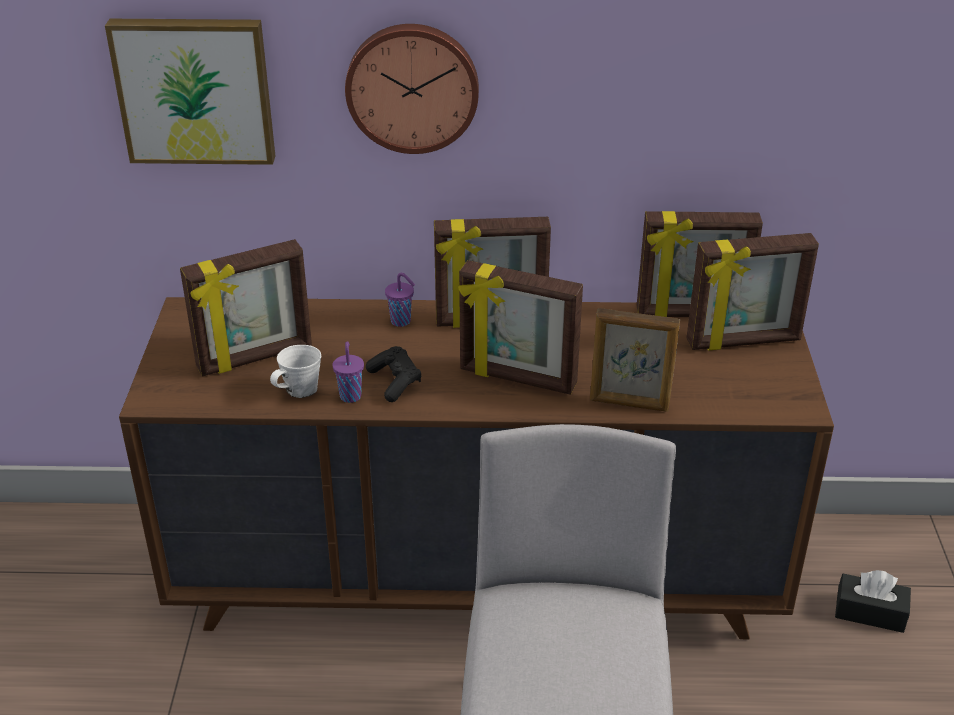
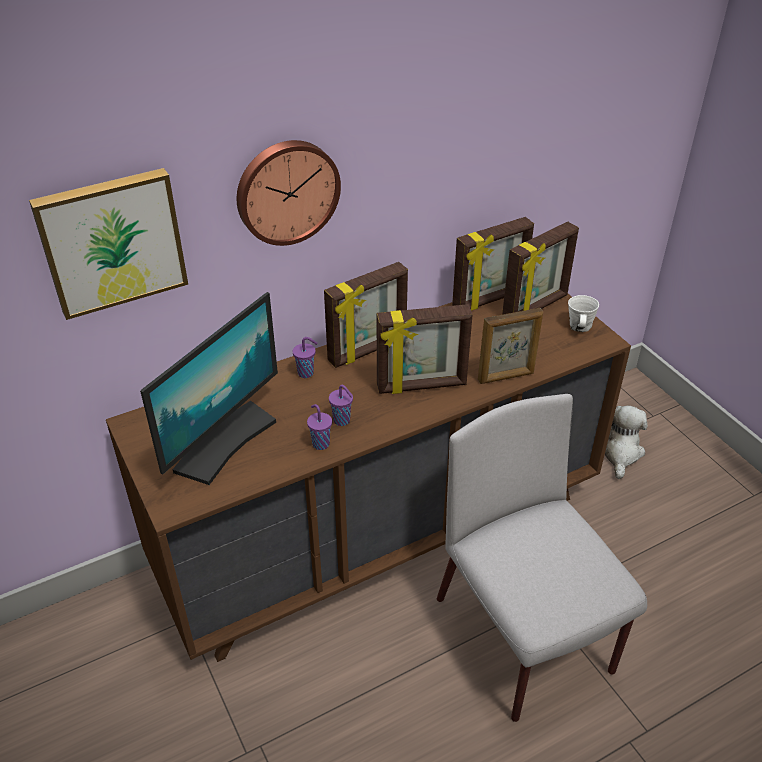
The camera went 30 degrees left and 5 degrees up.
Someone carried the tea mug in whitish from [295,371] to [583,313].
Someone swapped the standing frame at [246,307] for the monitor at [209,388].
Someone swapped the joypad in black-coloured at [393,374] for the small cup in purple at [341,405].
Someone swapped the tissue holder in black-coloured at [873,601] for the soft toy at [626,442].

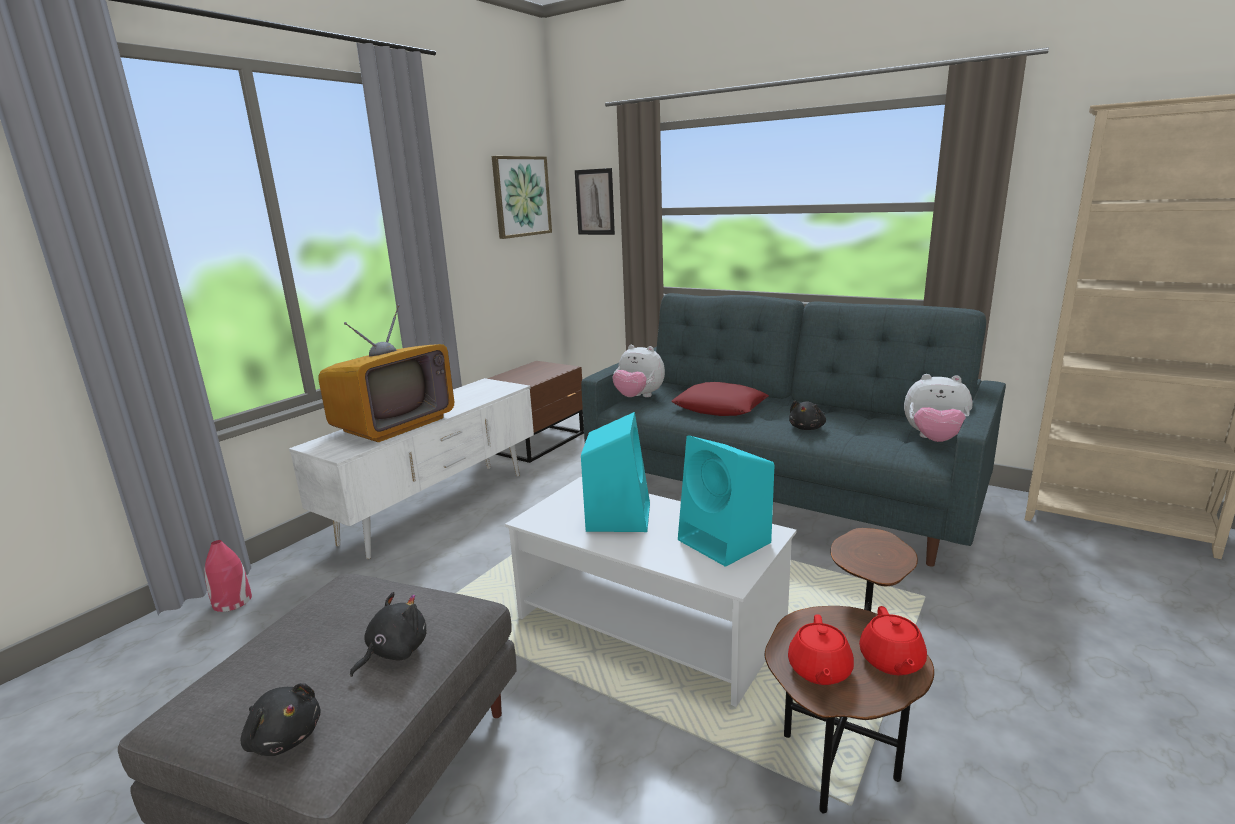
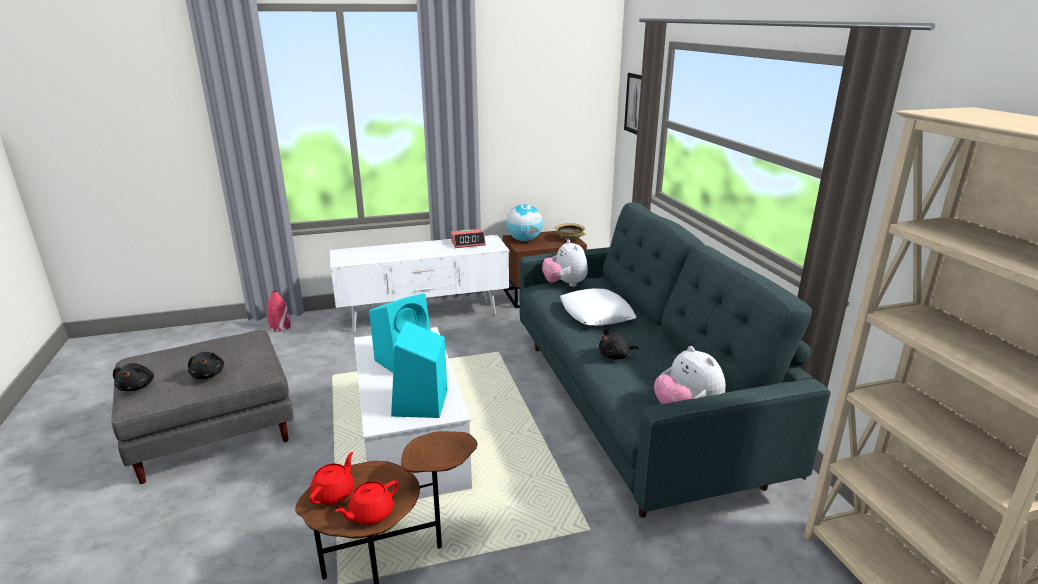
The camera went 40 degrees right and 5 degrees up.
Someone took away the television at [386,373].
Someone took away the wall art at [522,197].
Someone put down the bedside clock at [468,238].
Someone put down the world globe at [524,222].
Someone put down the deep dish in beige at [570,232].
Someone repainted the cushion in red at [720,399], which became the cushion in whitish at [598,307].
Someone rotated the soft toy in black-coloured at [388,634] by 75 degrees clockwise.
Someone rotated the pot for tea in red at [821,649] by 150 degrees clockwise.

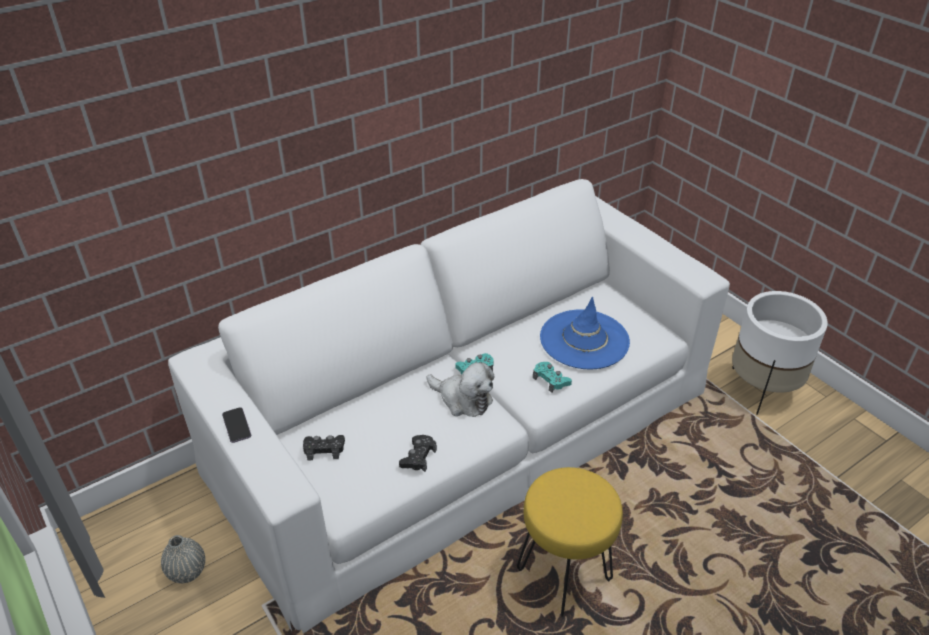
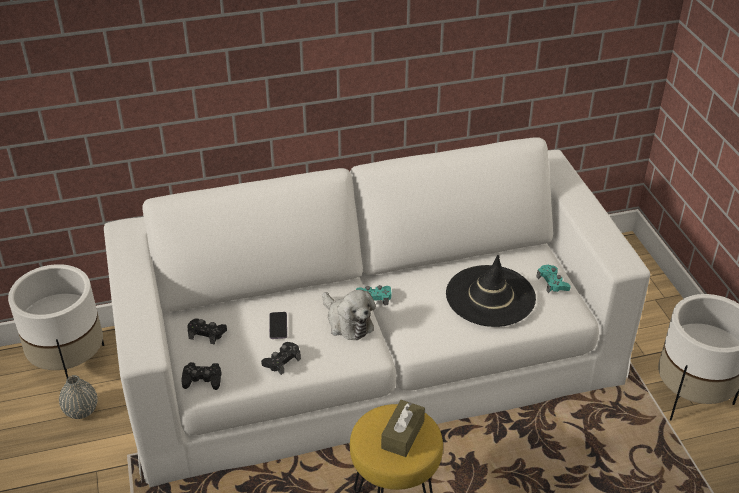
The camera went 20 degrees right and 0 degrees up.
Someone put down the flower pot in whitish at [56,321].
Someone put down the joypad in black-coloured at [201,376].
Someone put down the tissue holder in brown at [403,428].
Someone carried the telephone from [236,425] to [278,325].
Someone carried the joypad in turquoise from [552,377] to [553,279].
Someone repainted the wearable hat in blue at [585,333], which became the wearable hat in black-coloured at [491,291].

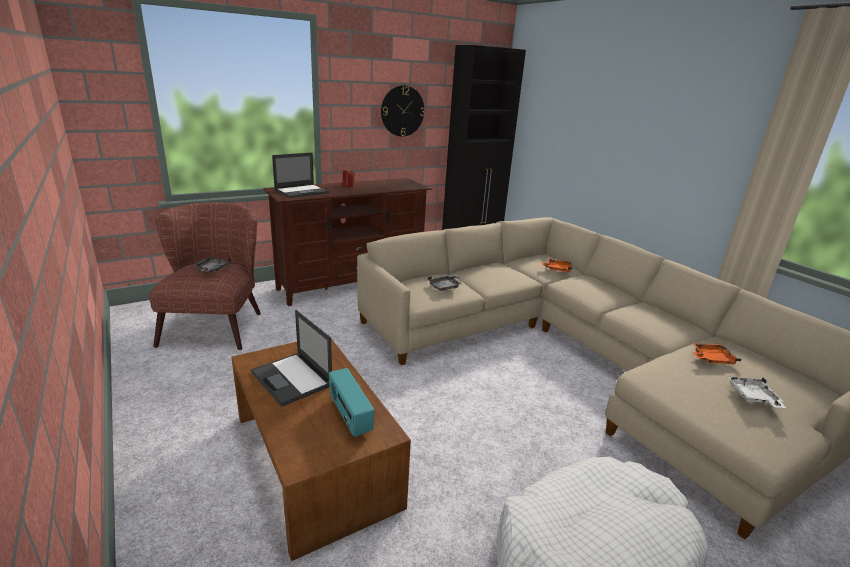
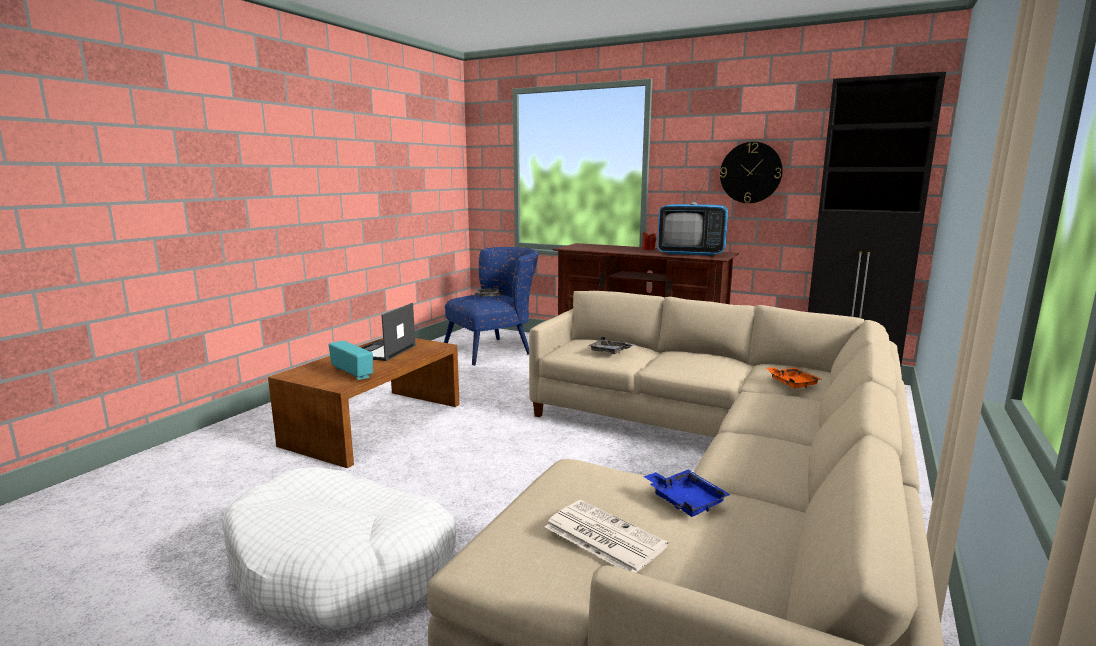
The camera went 60 degrees right and 10 degrees down.
Someone took away the notebook computer at [300,175].
Someone put down the television at [692,213].
Someone swapped the carrying tray in whitish at [757,392] for the newspaper at [606,536].
Someone repainted the lounge chair in brown at [204,276], which became the lounge chair in blue at [491,306].
Someone repainted the carrying tray in orange at [716,354], which became the carrying tray in blue at [687,493].
Someone rotated the radio receiver at [352,402] by 105 degrees clockwise.

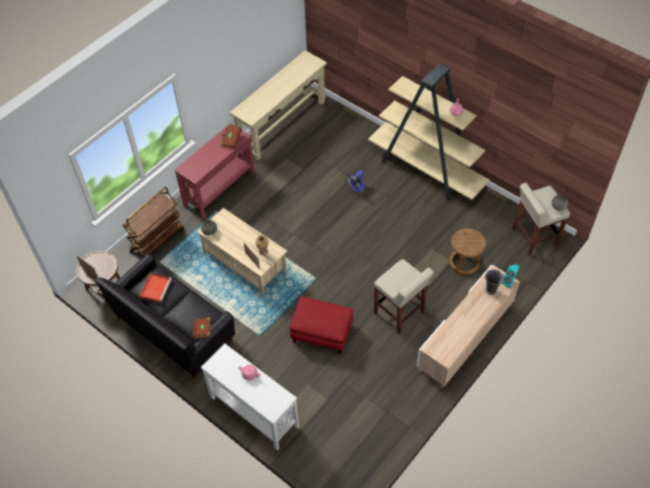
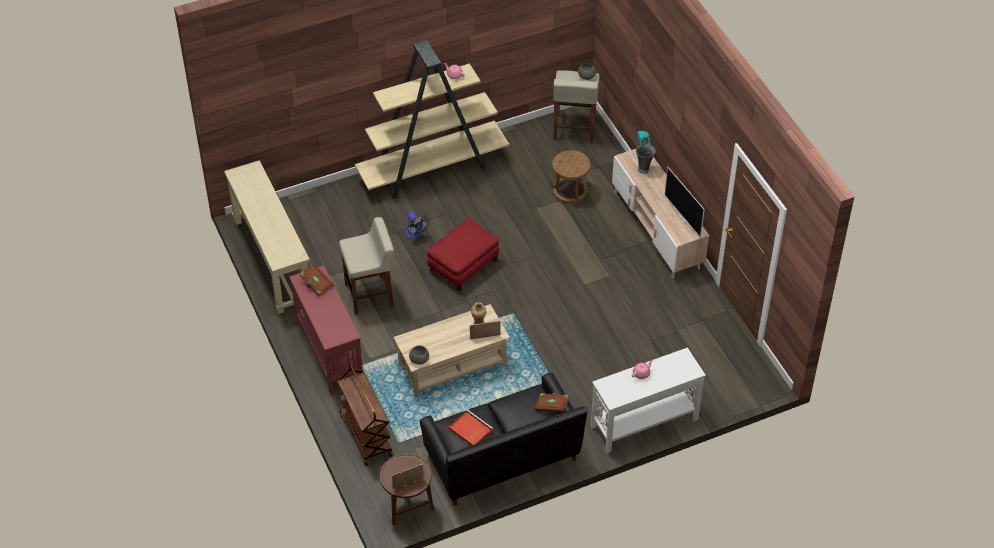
The camera went 65 degrees left and 5 degrees down.
Someone put down the television at [685,202].
Someone carried the footrest in red from [321,325] to [463,254].
Someone carried the stool seat in beige from [404,296] to [366,266].

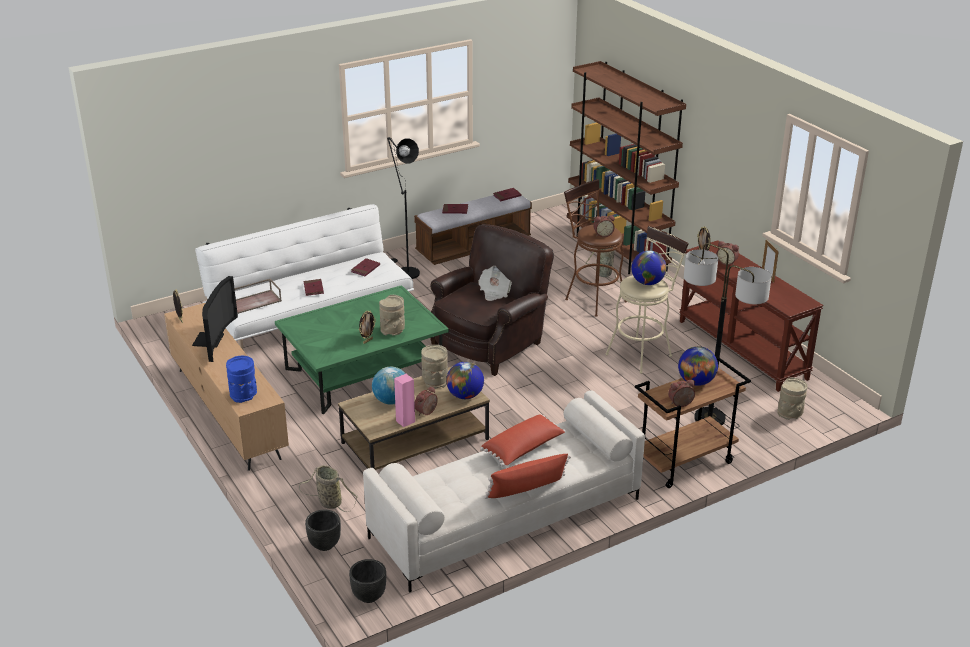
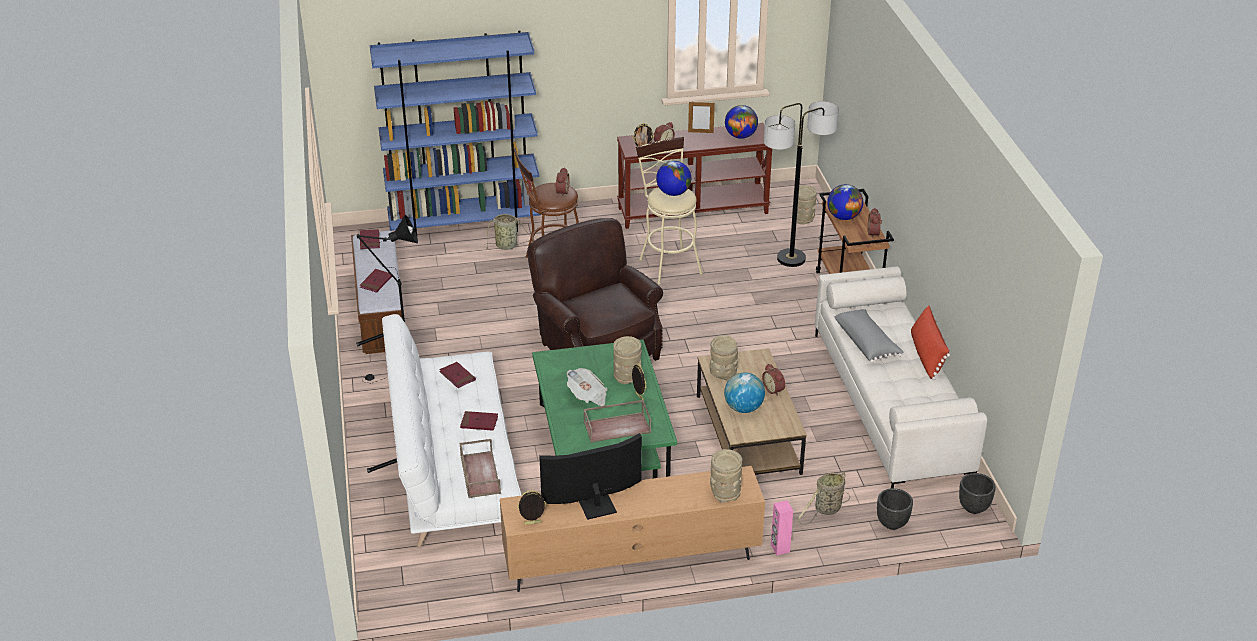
The camera went 70 degrees left and 5 degrees up.
Someone put down the carrying tray in brown at [617,421].
Someone carried the speaker in pinkish from [404,400] to [782,527].
Someone carried the world globe from [465,380] to [741,122].
Someone carried the newspaper from [495,283] to [587,387].
Someone repainted the flower vase in blue at [241,379], which became the flower vase in beige at [726,476].
Someone repainted the cushion in red at [523,441], which became the cushion in greyish at [868,336].
Someone repainted the shelving unit in brown at [626,167], which became the shelving unit in blue at [455,134].
Someone rotated the television at [215,319] by 45 degrees counterclockwise.

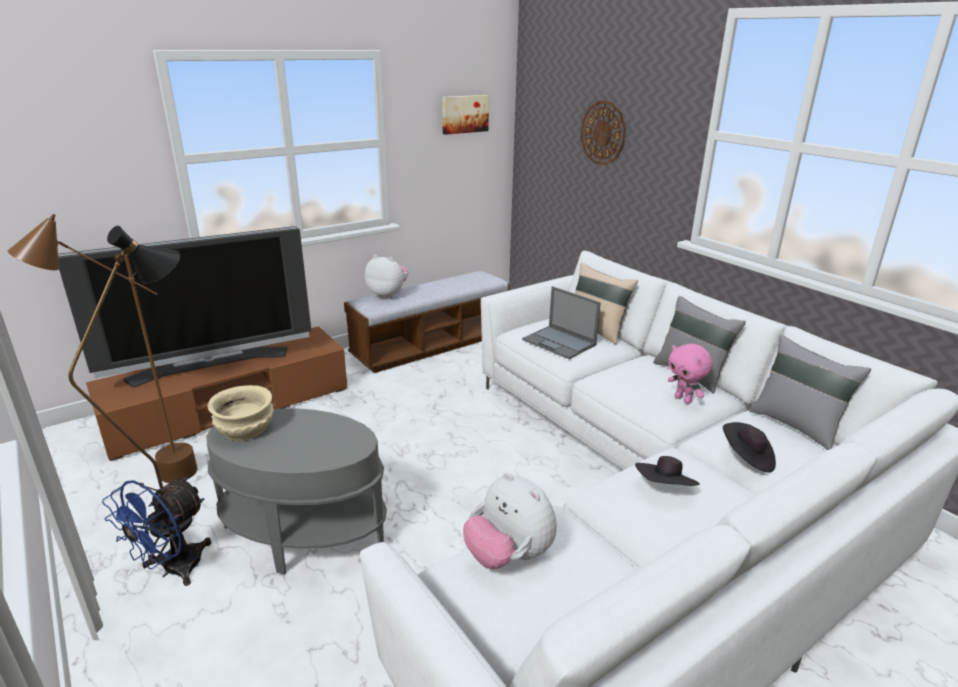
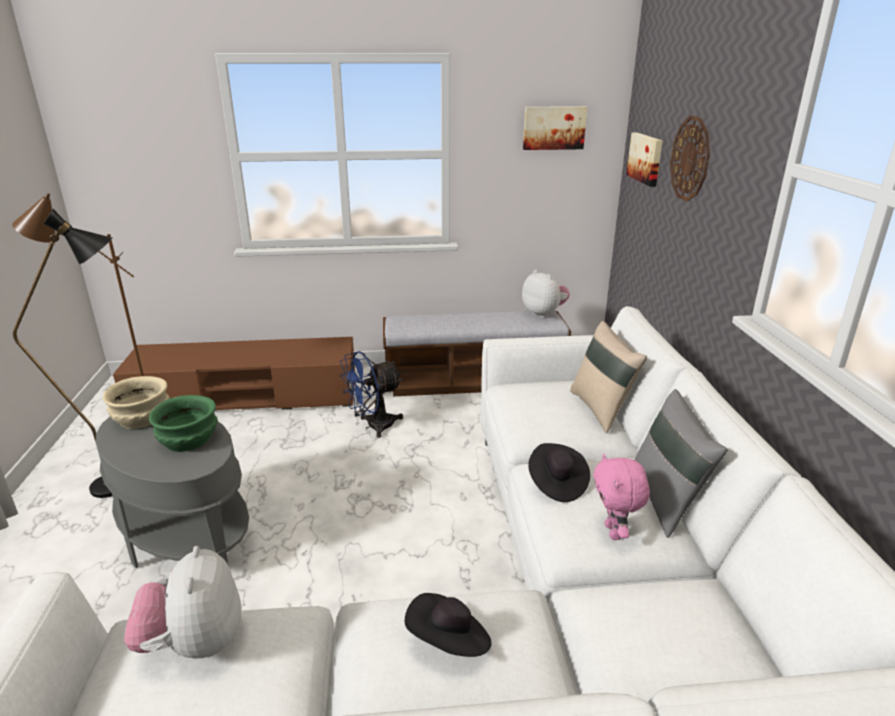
The camera went 30 degrees right and 0 degrees up.
Someone took away the television at [184,306].
Someone took away the notebook computer at [561,322].
Someone took away the cushion in greyish at [810,392].
Someone put down the deep dish in greenish at [183,423].
Someone put up the wall art at [644,159].
Someone carried the cooling fan in blue from [156,531] to [371,394].
Someone carried the soft toy from [386,277] to [546,293].
Someone carried the wearable hat in black-coloured from [749,447] to [559,472].

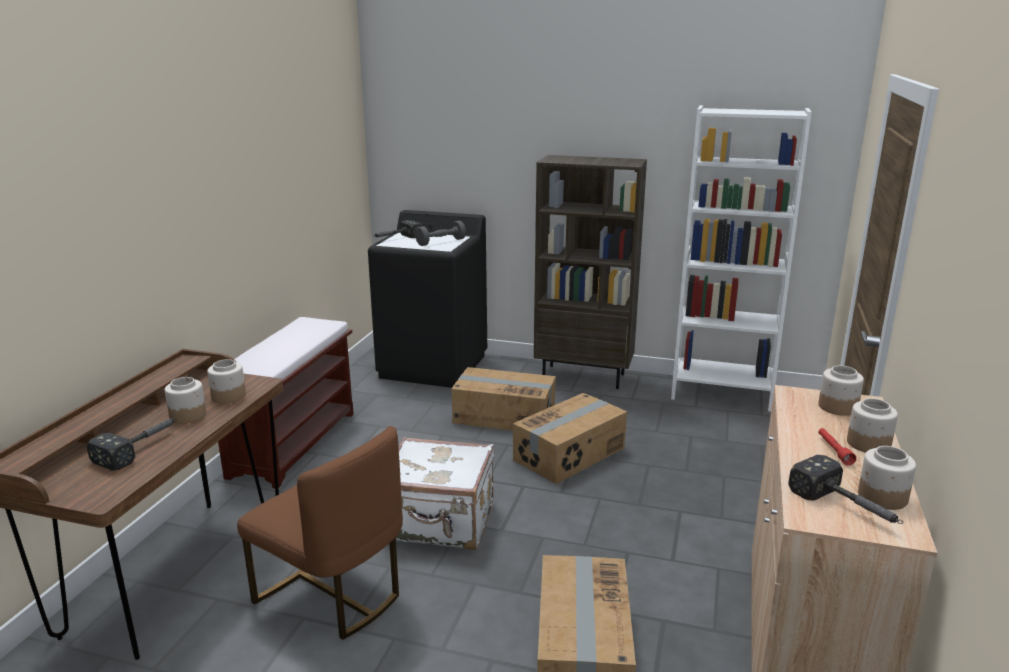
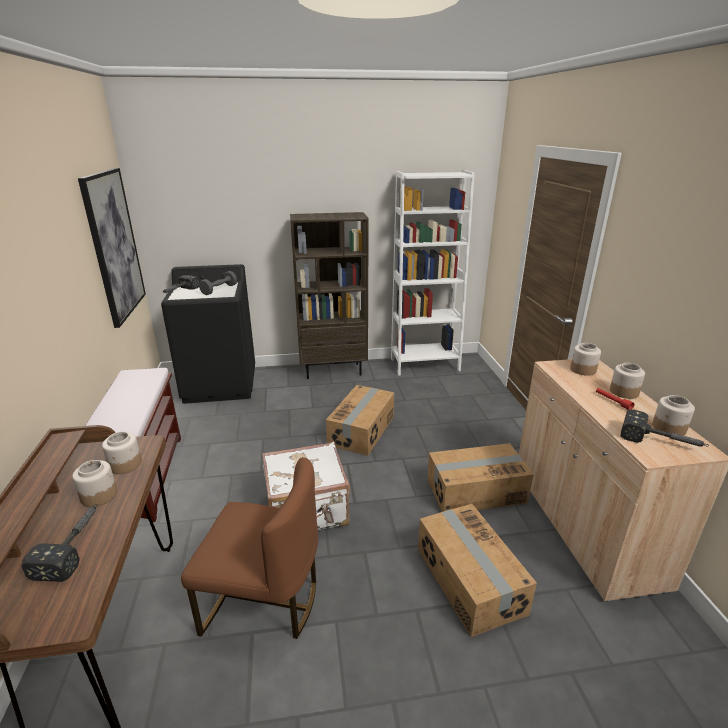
The camera went 25 degrees left and 5 degrees up.
Someone put up the wall art at [112,248].
Someone carried the cardboard box from [503,399] to [481,477].

